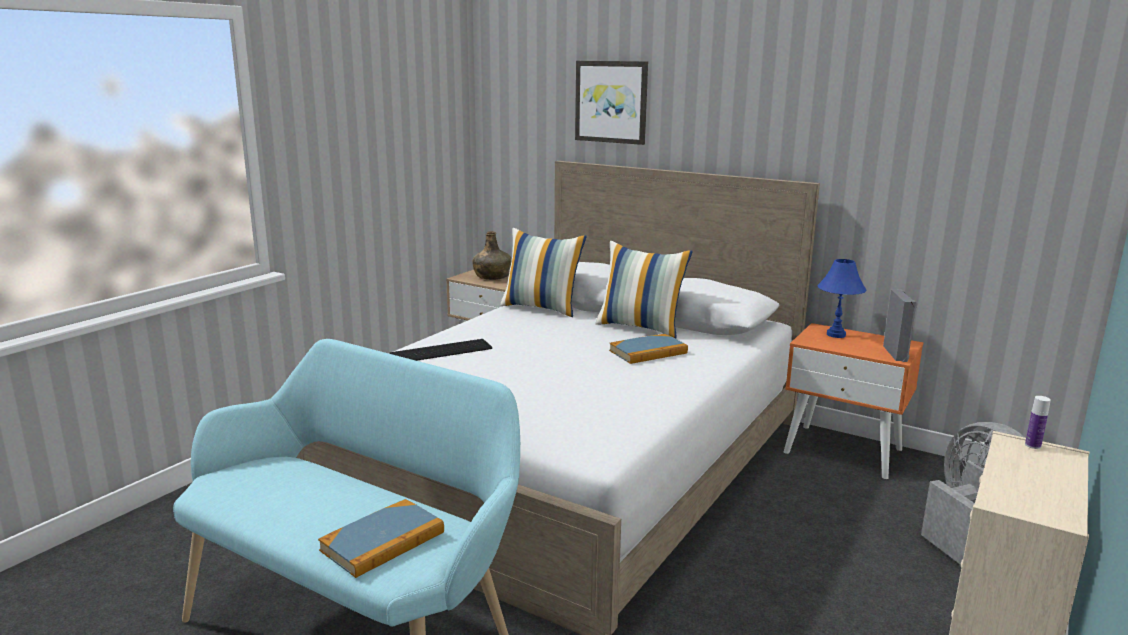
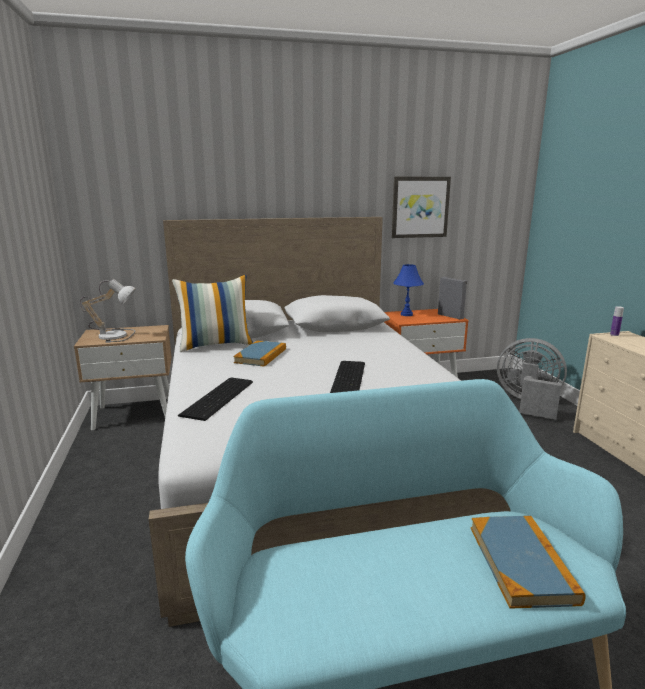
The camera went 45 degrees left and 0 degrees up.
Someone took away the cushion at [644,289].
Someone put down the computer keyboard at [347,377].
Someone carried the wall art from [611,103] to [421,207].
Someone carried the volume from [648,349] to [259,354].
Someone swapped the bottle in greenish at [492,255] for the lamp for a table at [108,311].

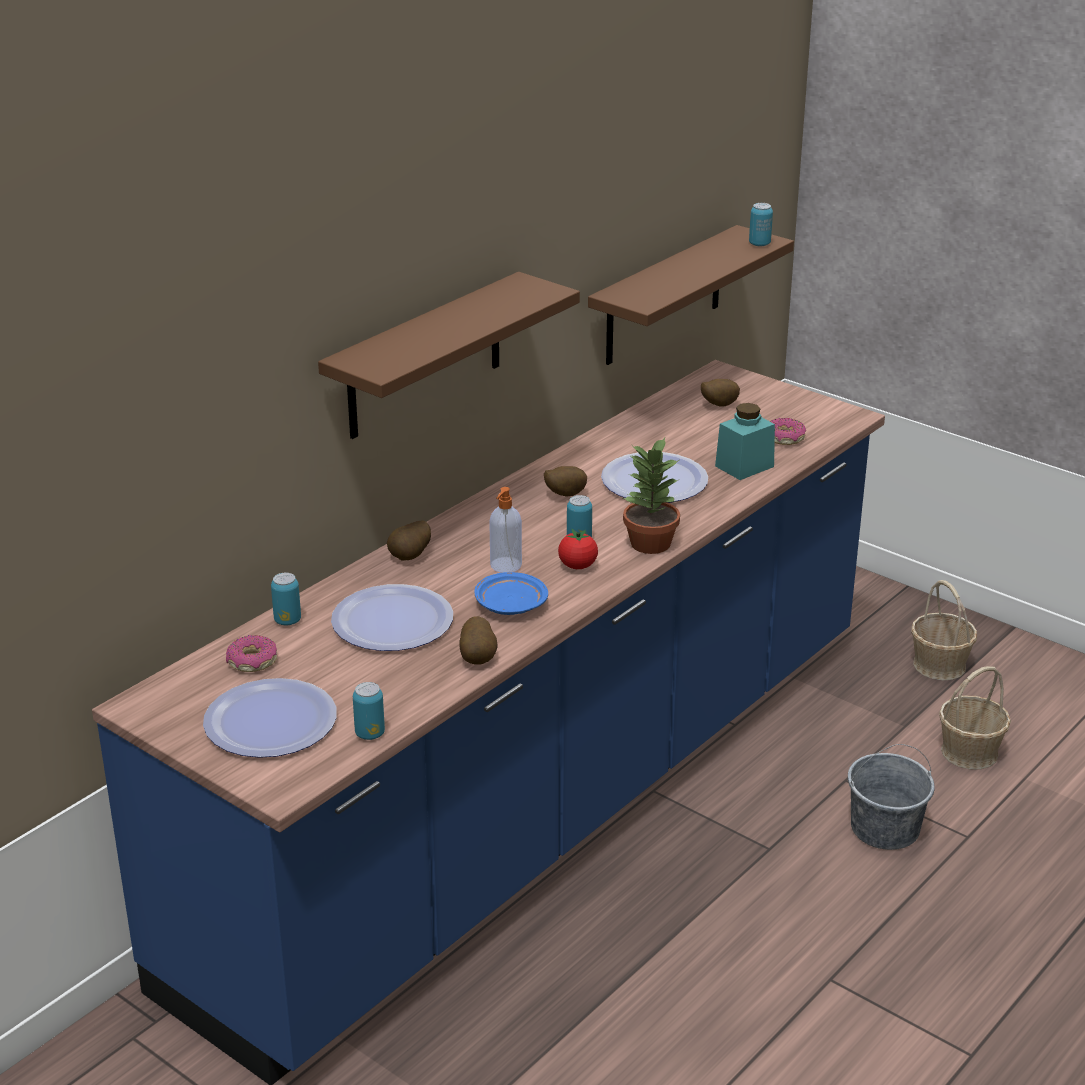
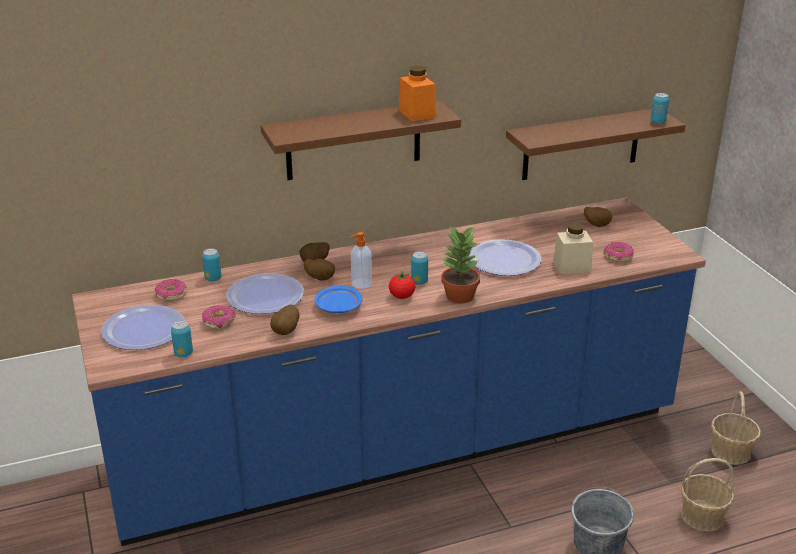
The camera went 30 degrees right and 0 degrees up.
Someone put down the donut at [219,317].
Someone put down the preserve jar in orange at [417,93].
Someone carried the spud from [565,481] to [319,270].
Someone repainted the preserve jar in turquoise at [745,441], which became the preserve jar in beige at [573,248].

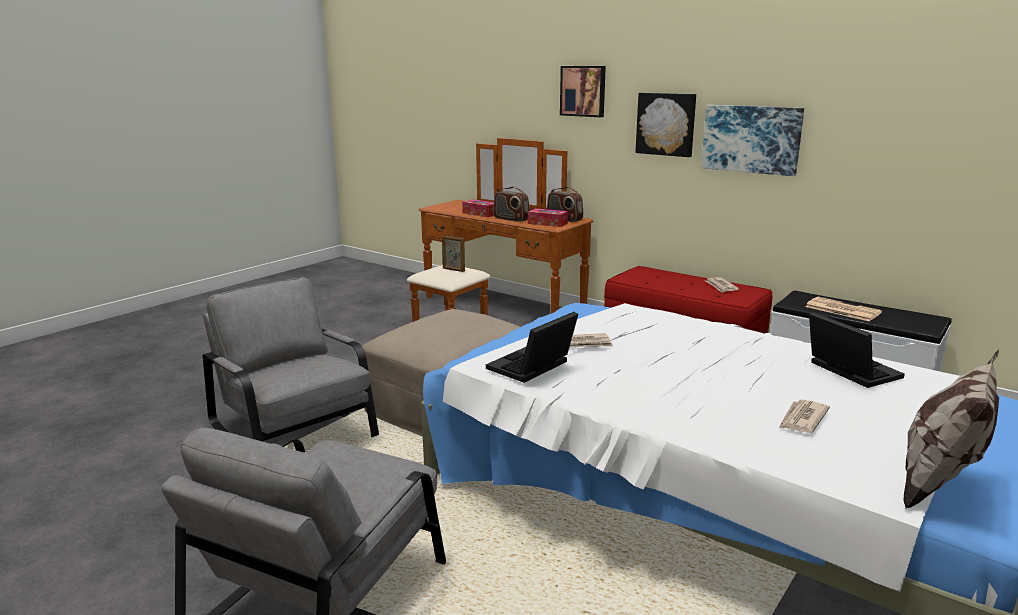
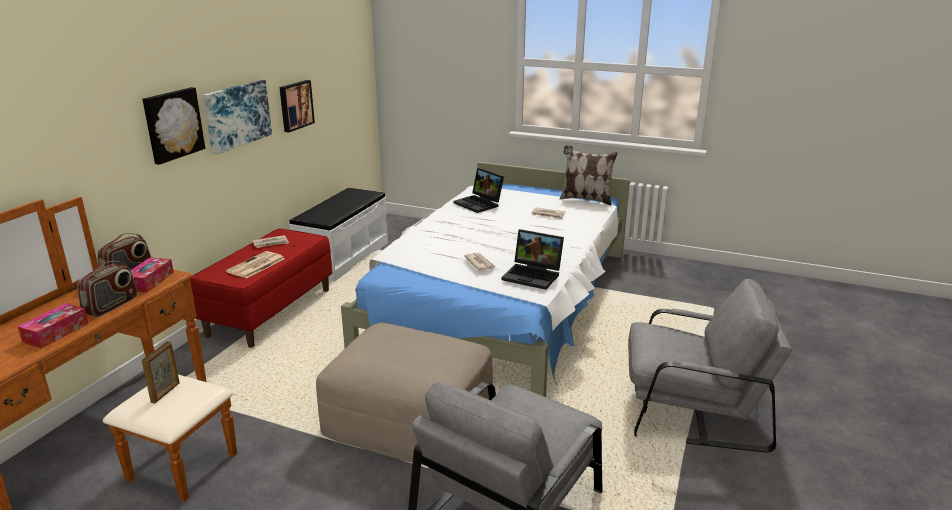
The camera went 105 degrees left and 5 degrees up.
Someone carried the wall art from [583,91] to [297,106].
Someone carried the newspaper from [843,309] to [255,265].
Someone rotated the notebook computer at [857,350] by 90 degrees counterclockwise.

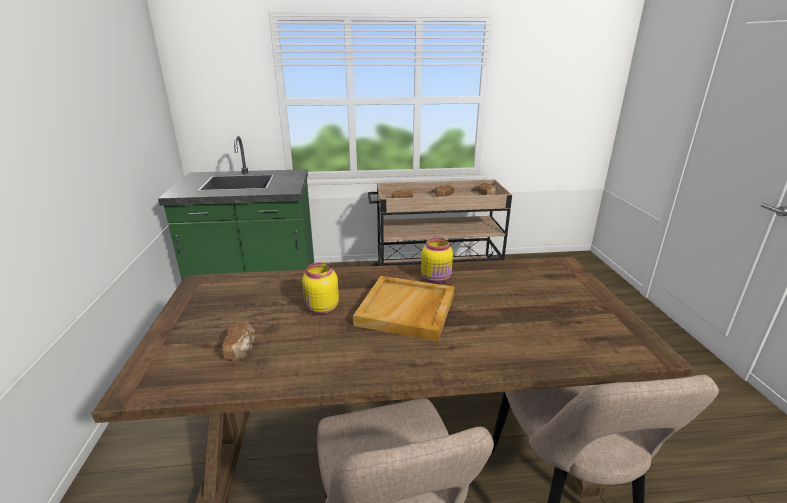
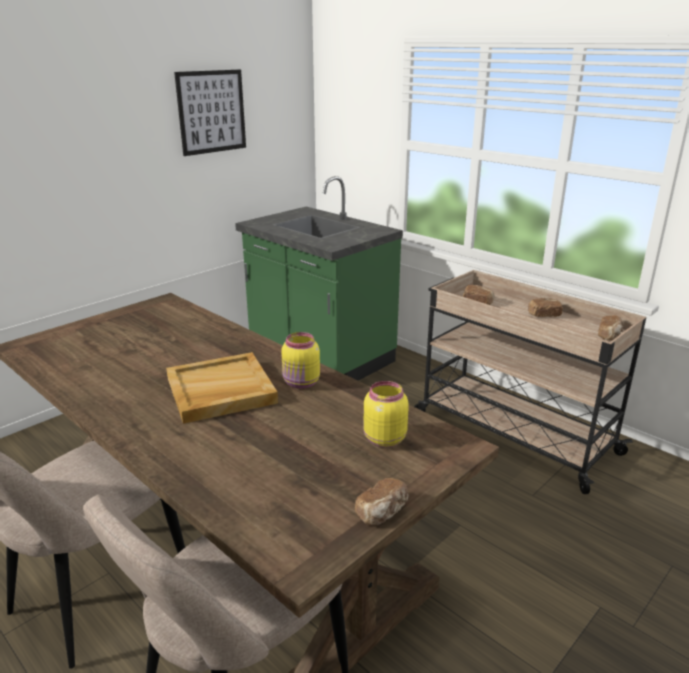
The camera went 50 degrees right and 0 degrees up.
Someone put up the wall art at [210,112].
Someone carried the bakery bread from [238,341] to [382,502].
Someone carried the preserve jar in yellow from [320,288] to [386,414].

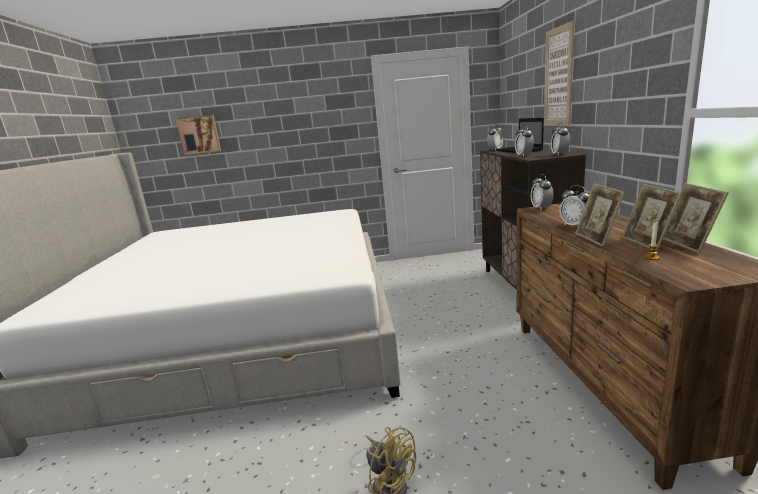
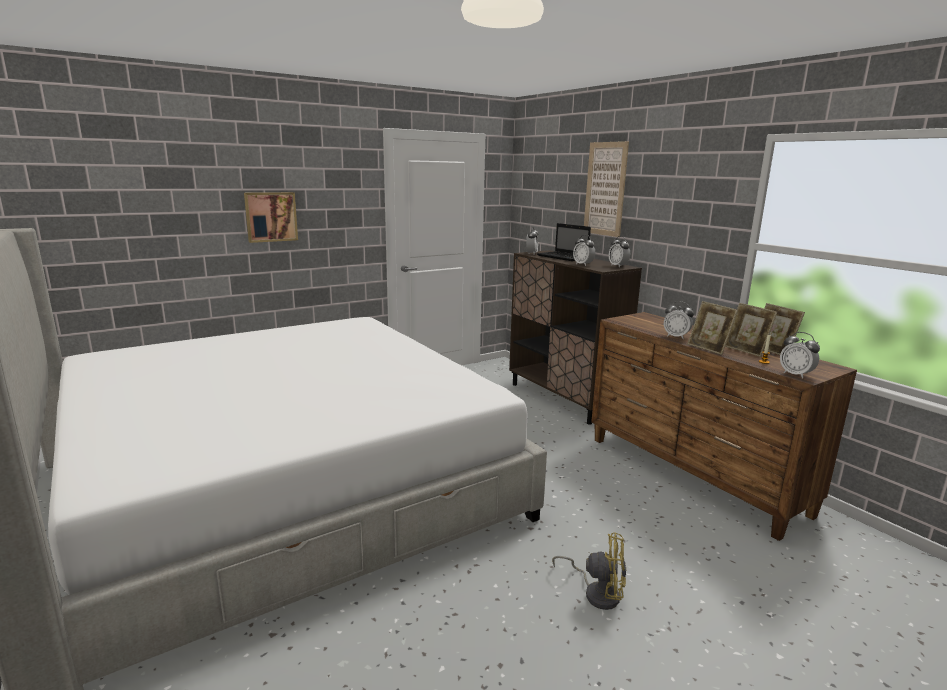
The camera went 30 degrees left and 0 degrees up.
Someone carried the wall art from [198,135] to [271,217].
Someone carried the bedside clock from [542,192] to [800,355].

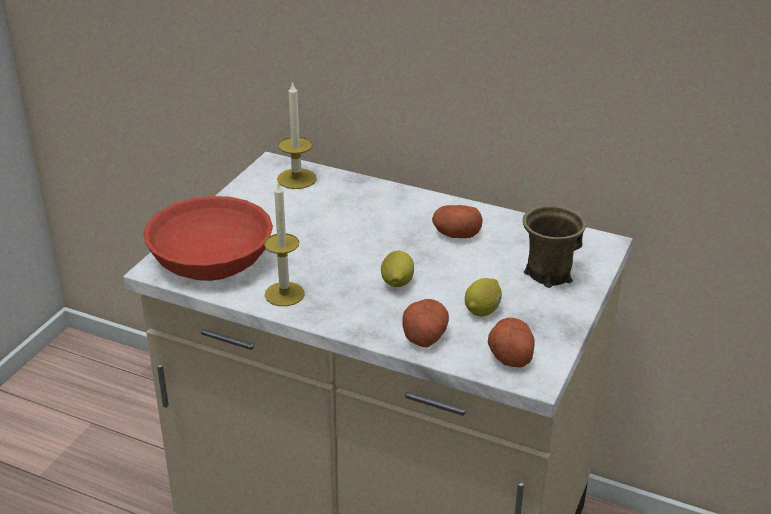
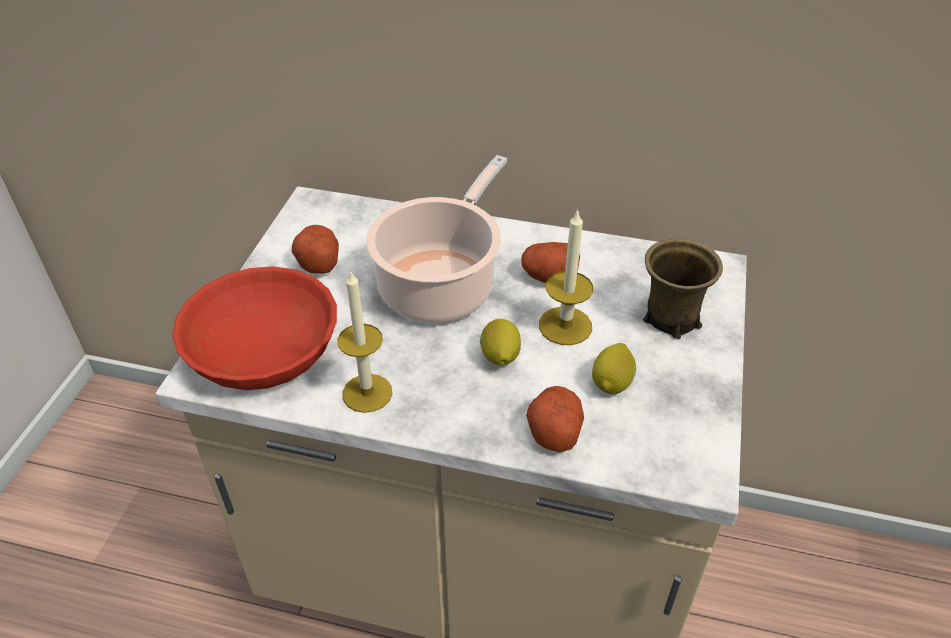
The camera went 10 degrees left and 10 degrees up.
Someone put down the cooking pot at [436,239].
Someone carried the wax light from [297,135] to [566,277].
Someone carried the spud from [511,343] to [315,249].

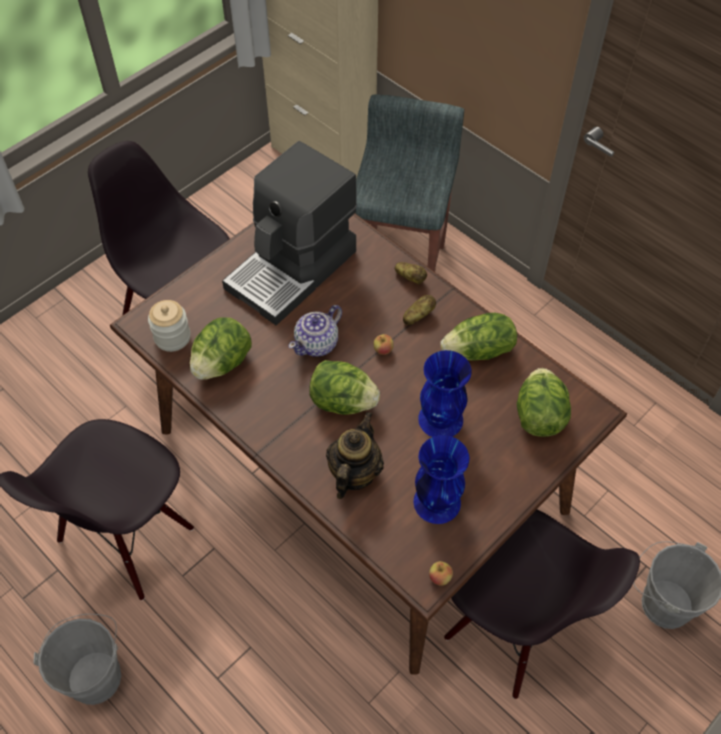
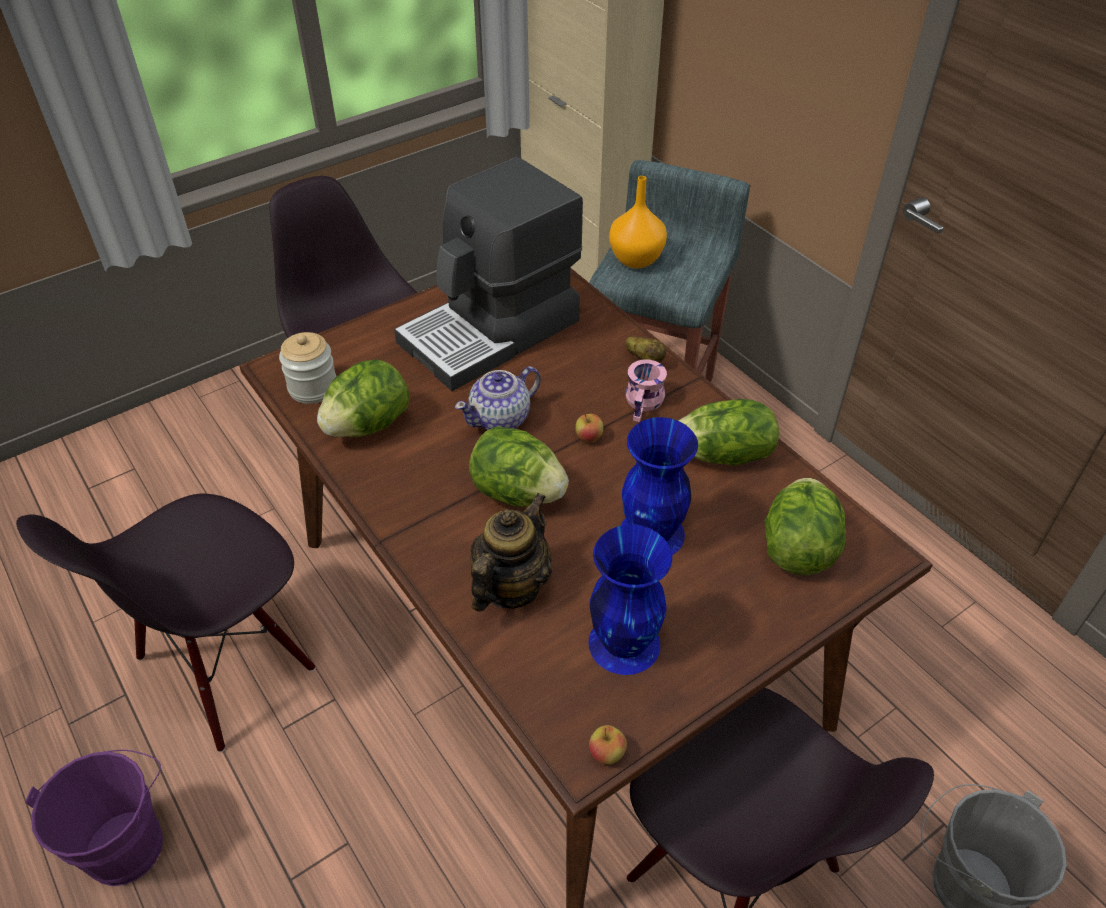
The camera went 10 degrees right and 10 degrees down.
Someone put down the flower vase in orange at [638,222].
Someone swapped the spud at [419,310] for the tea mug in pinkish at [646,391].
Someone repainted the bucket in greyish at [77,659], which became the bucket in purple at [94,818].

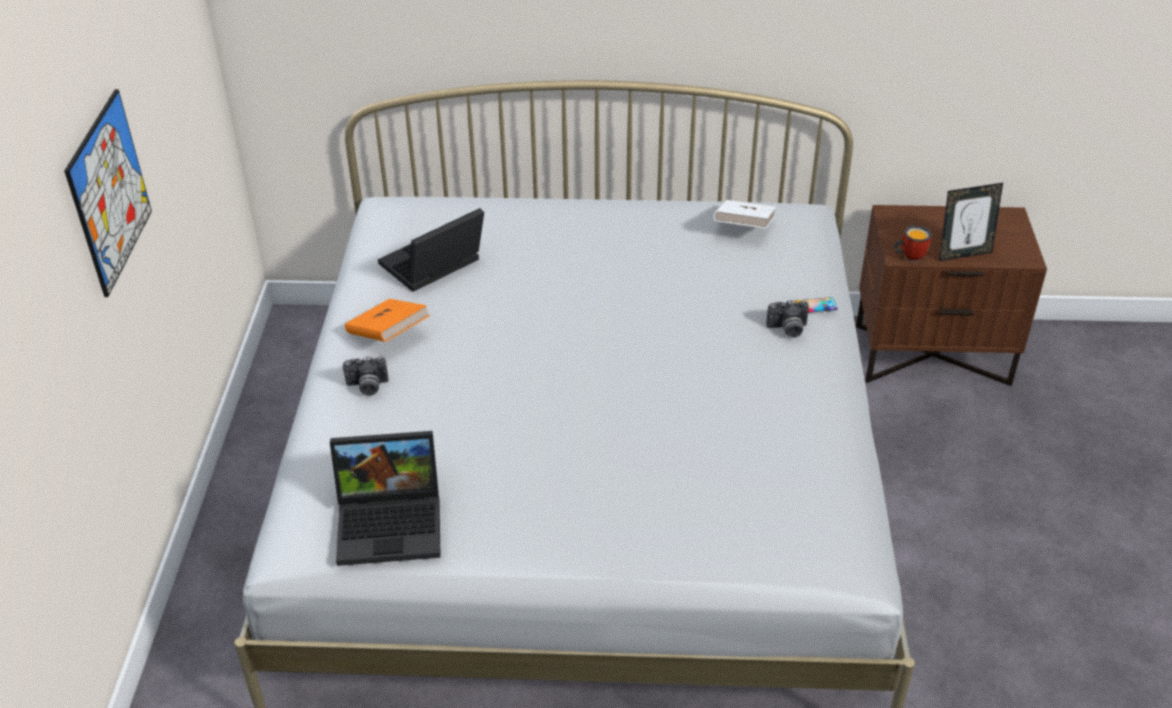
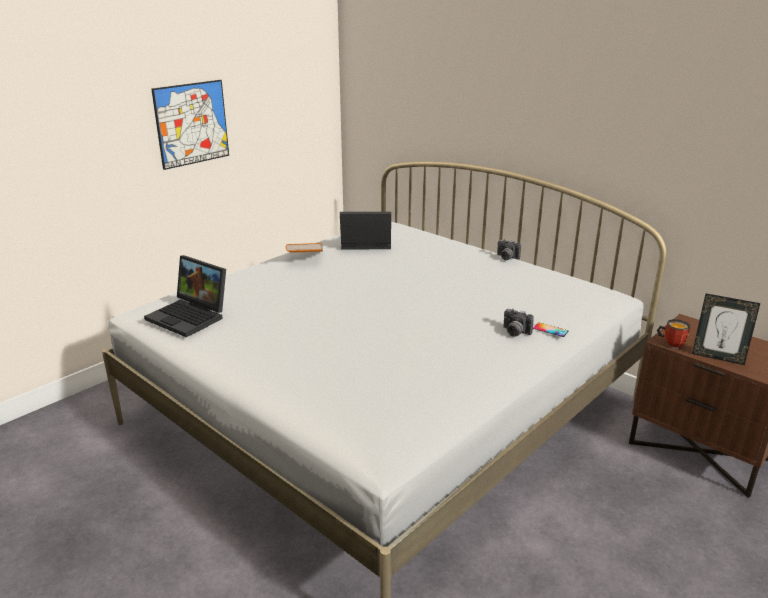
The camera went 40 degrees right and 15 degrees down.
Someone took away the volume in whitish at [745,214].
Someone carried the photo camera from [365,376] to [509,249].

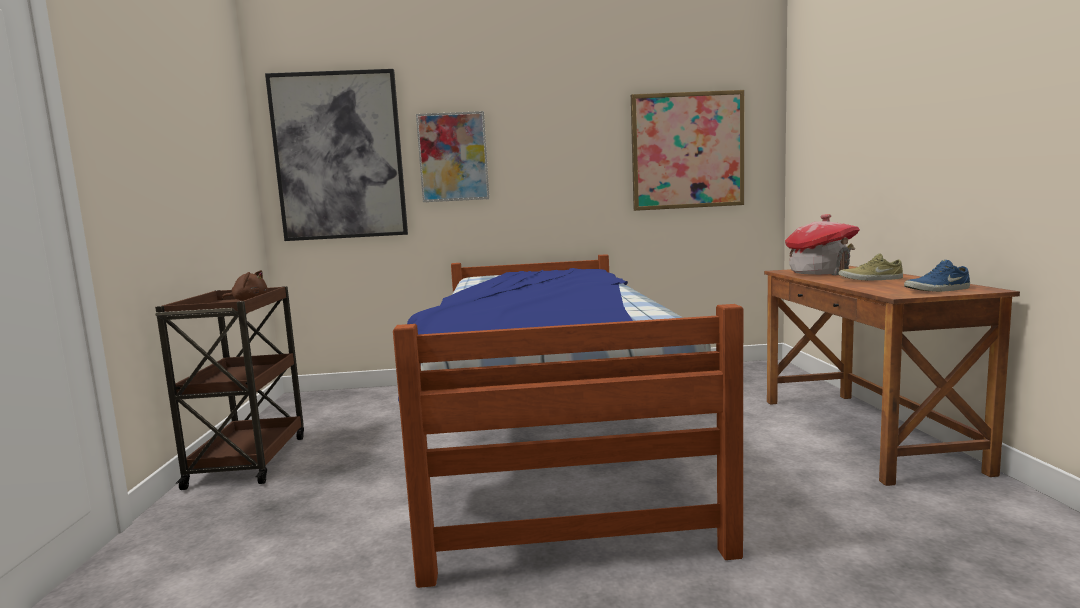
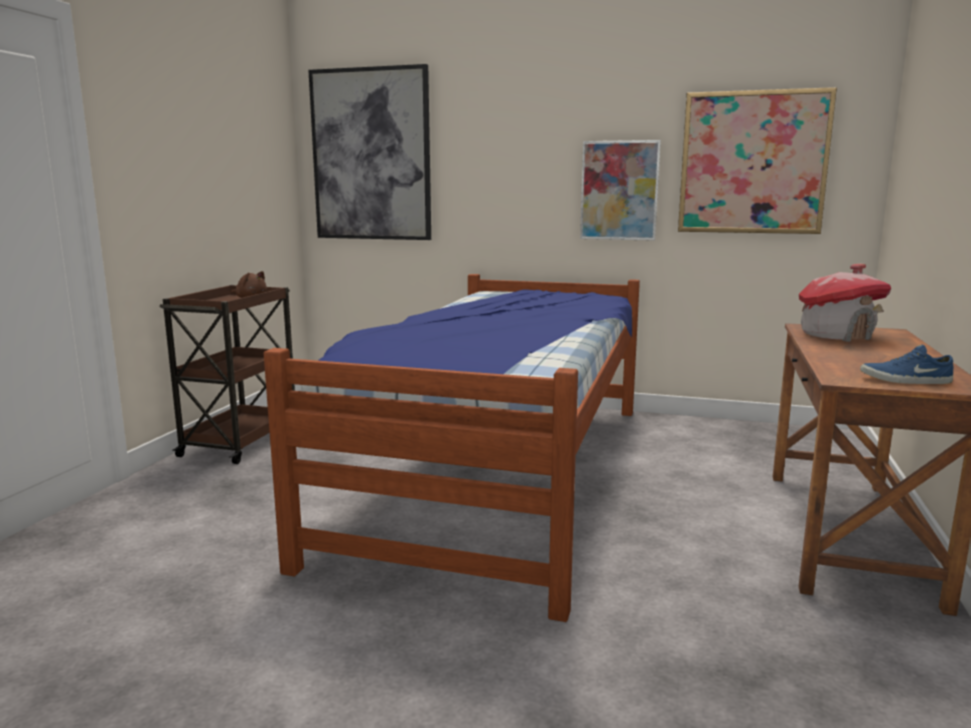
The camera went 20 degrees right and 5 degrees up.
Someone took away the shoe in beige at [870,266].
Someone carried the wall art from [452,156] to [620,190].

